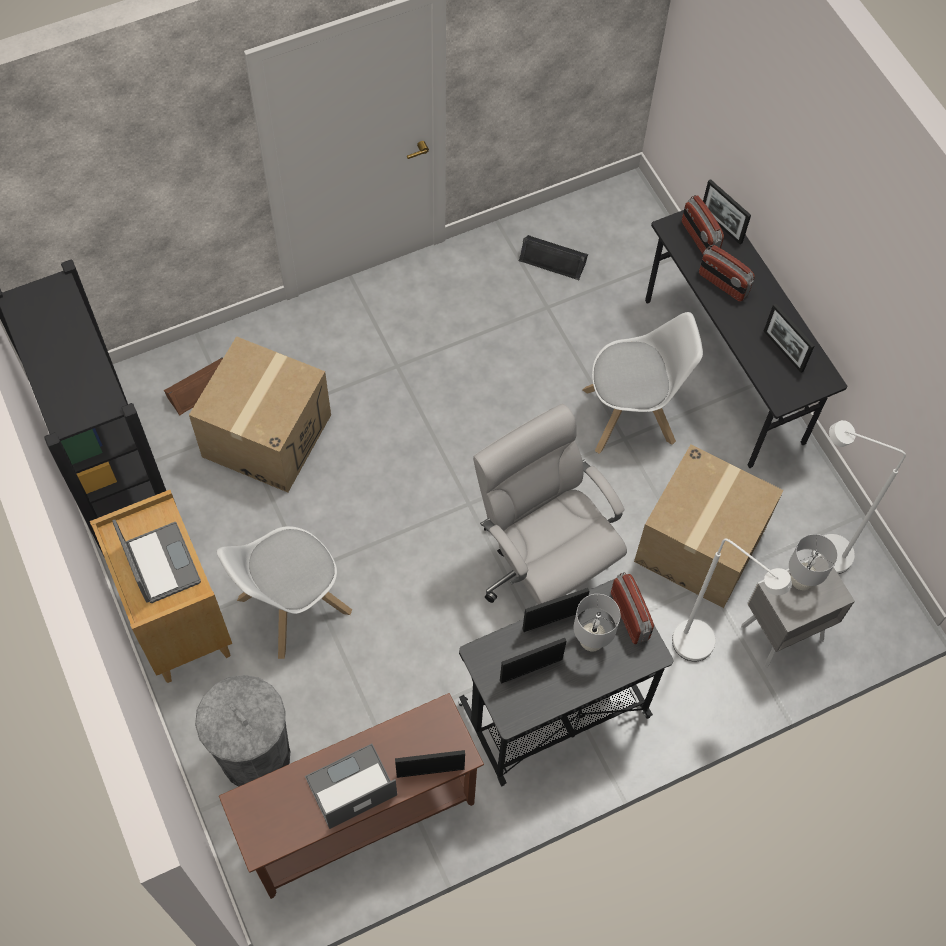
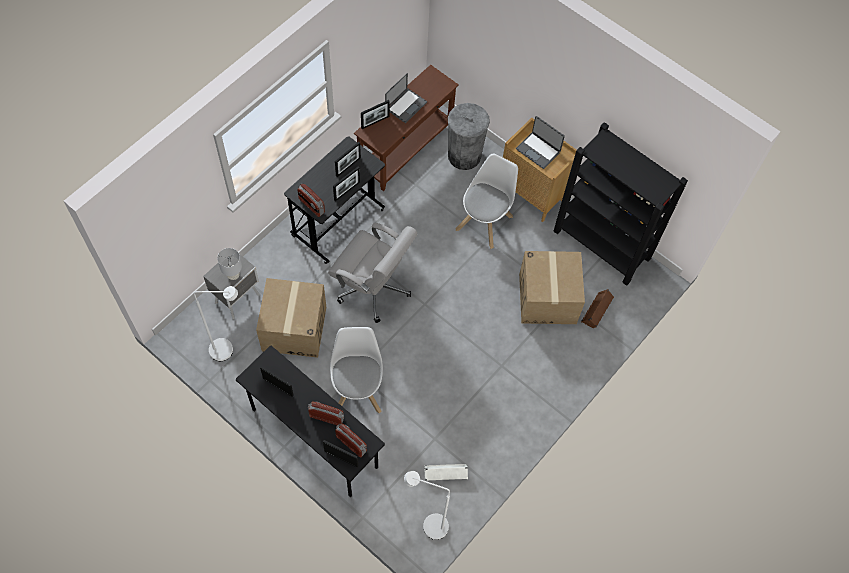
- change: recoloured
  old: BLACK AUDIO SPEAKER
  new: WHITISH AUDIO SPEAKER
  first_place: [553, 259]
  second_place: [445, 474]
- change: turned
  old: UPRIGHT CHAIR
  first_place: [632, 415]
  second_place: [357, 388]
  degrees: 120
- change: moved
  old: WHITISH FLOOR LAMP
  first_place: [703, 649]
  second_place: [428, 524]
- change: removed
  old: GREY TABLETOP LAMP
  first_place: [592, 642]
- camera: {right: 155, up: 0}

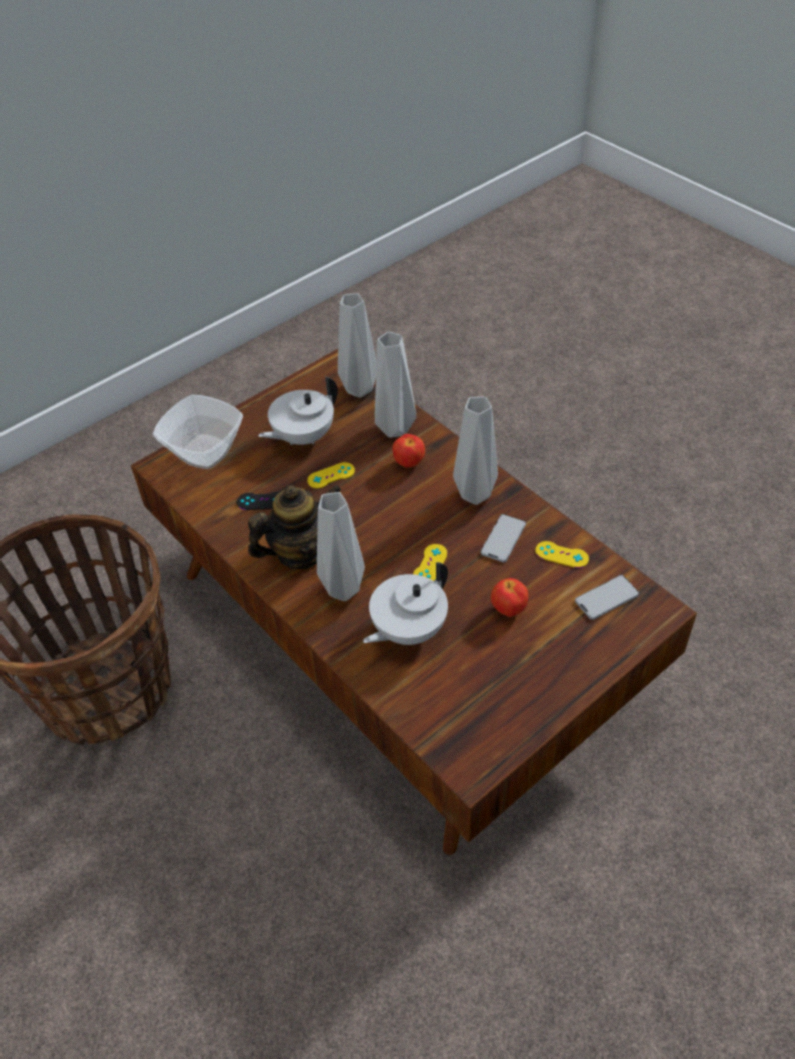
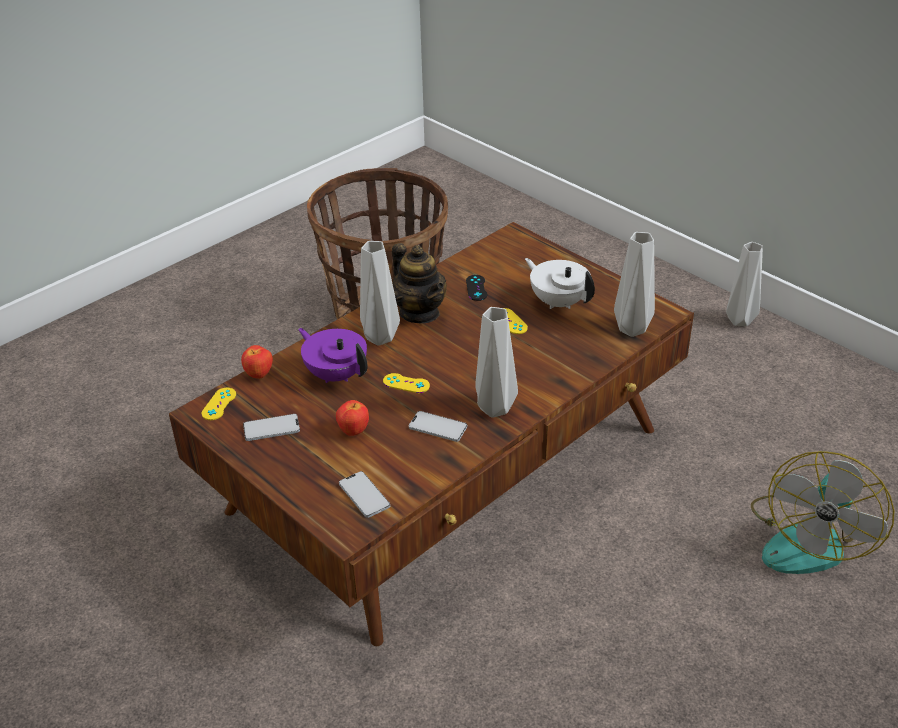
- change: moved
  old: GREY VASE
  first_place: [395, 430]
  second_place: [738, 321]
- change: removed
  old: SERVING BOWL
  first_place: [205, 453]
- change: moved
  old: APPLE FRUIT
  first_place: [409, 463]
  second_place: [259, 375]
- change: moved
  old: YELLOW JOYPAD
  first_place: [561, 555]
  second_place: [219, 404]
- change: recoloured
  old: WHITISH POT FOR TEA
  new: PURPLISH POT FOR TEA
  first_place: [408, 629]
  second_place: [336, 374]
- change: added
  new: PHONE
  second_place: [271, 428]
- change: added
  new: COOLING FAN
  second_place: [809, 538]
- camera: {right: 85, up: -10}

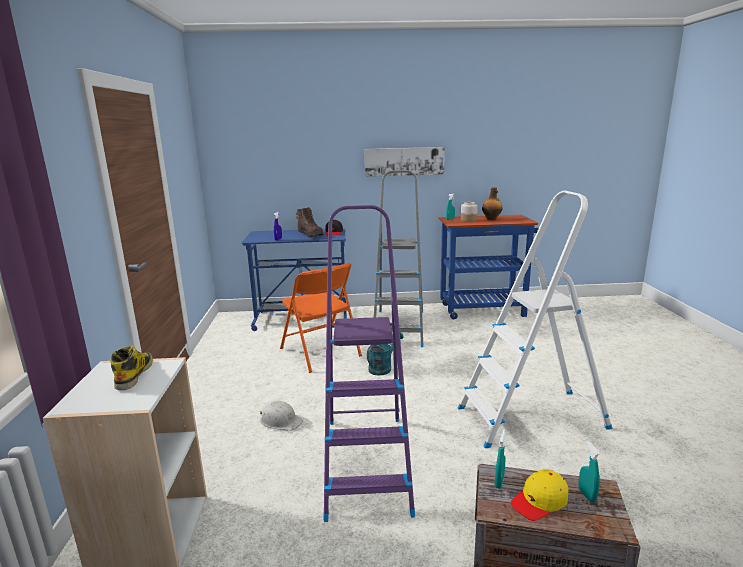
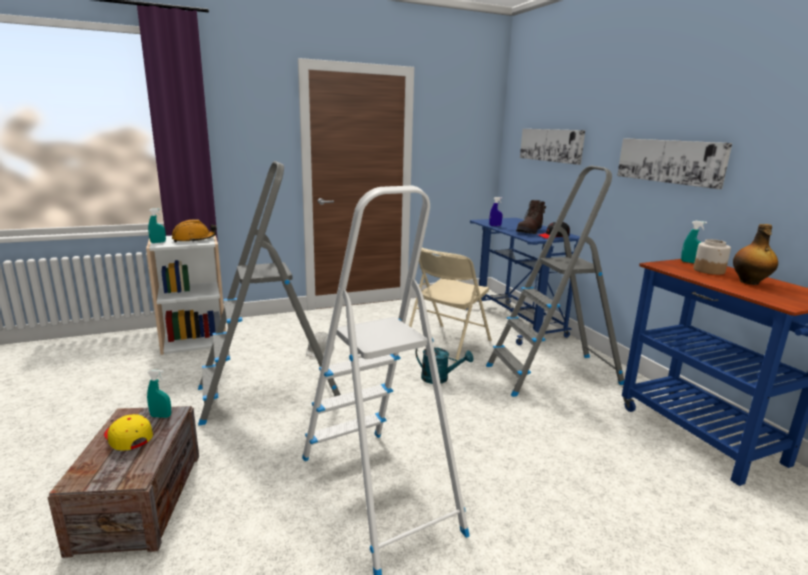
- change: recoloured
  old: PURPLISH STEP STOOL
  new: GREY STEP STOOL
  first_place: [366, 463]
  second_place: [268, 394]
- change: recoloured
  old: ORANGEY UPRIGHT CHAIR
  new: SAND-COLOURED UPRIGHT CHAIR
  first_place: [319, 352]
  second_place: [447, 343]
- change: replaced
  old: TALL BOOT
  new: ORANGEY HARD HAT
  first_place: [134, 374]
  second_place: [194, 240]
- change: moved
  old: TURQUOISE-COLOURED SPRAY BOTTLE
  first_place: [587, 495]
  second_place: [158, 242]
- change: added
  new: PICTURE
  second_place: [551, 145]
- camera: {right: 70, up: 0}

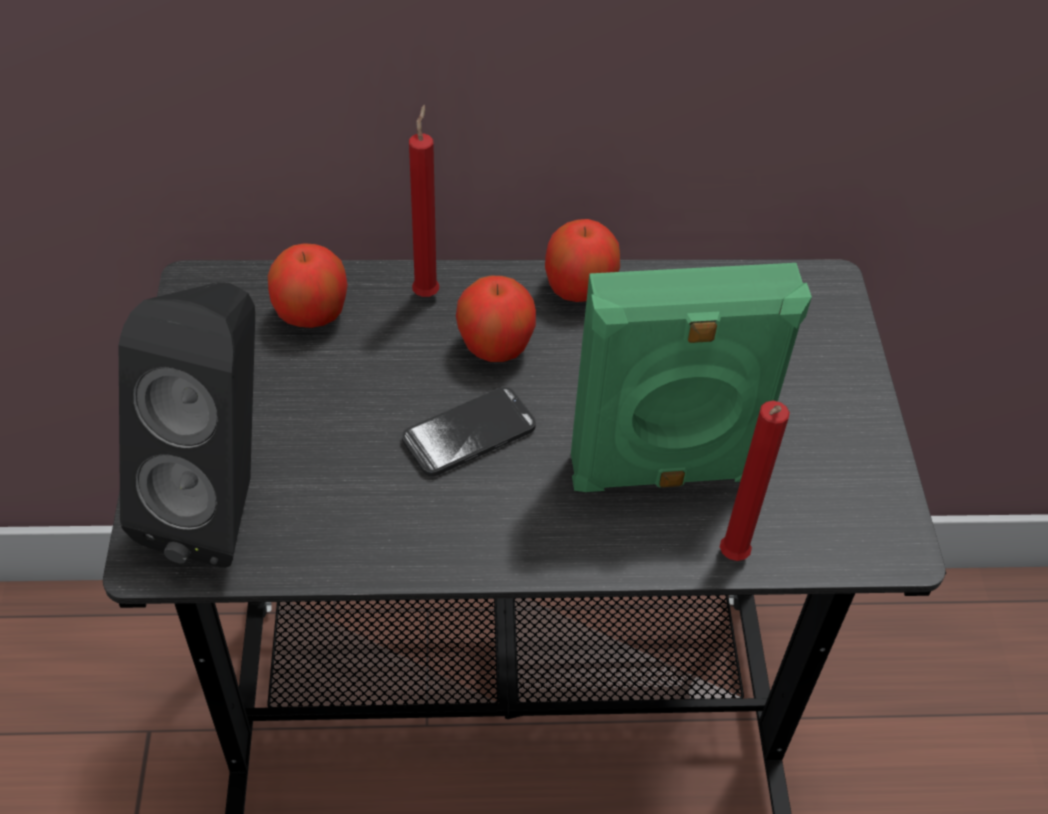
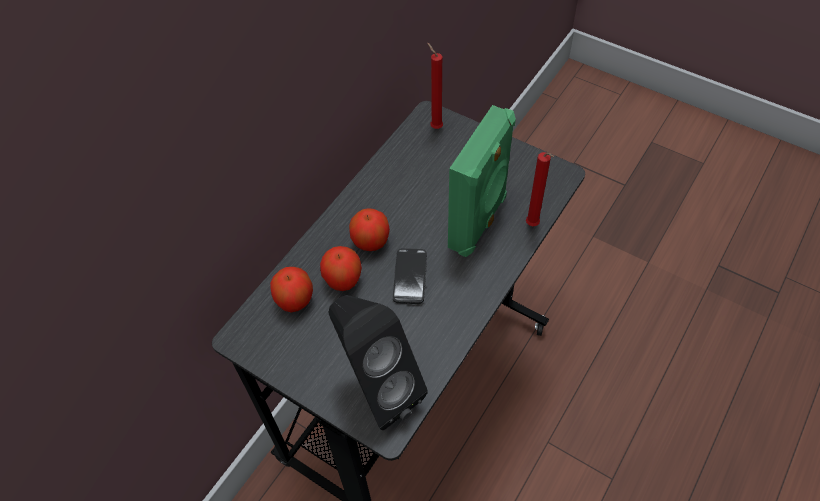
- change: moved
  old: RED-COLOURED WAX LIGHT
  first_place: [427, 292]
  second_place: [435, 127]
- change: moved
  old: APPLE FRUIT
  first_place: [579, 289]
  second_place: [343, 279]
- camera: {right: -50, up: 5}

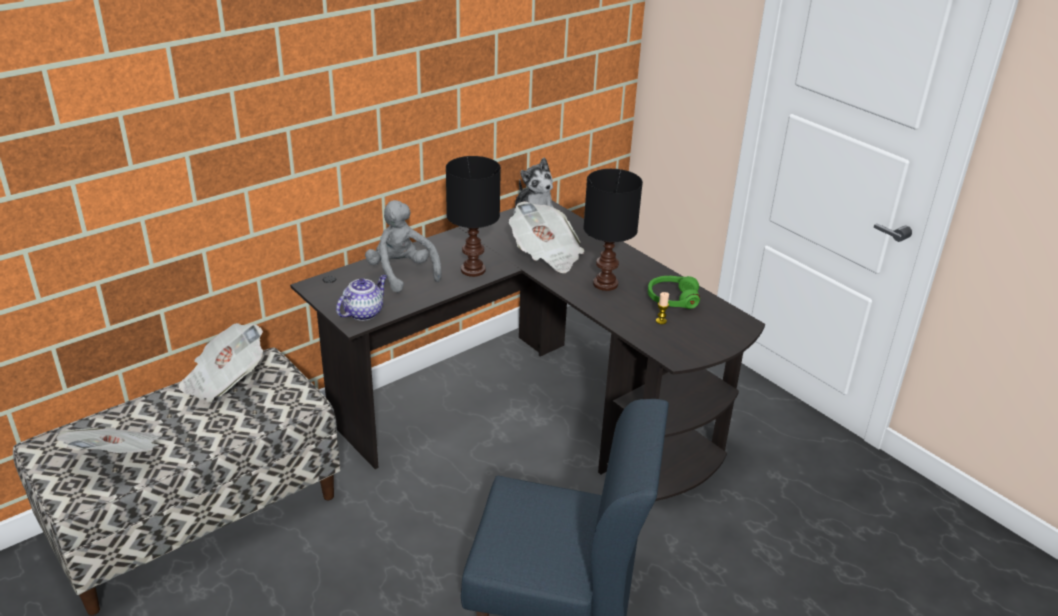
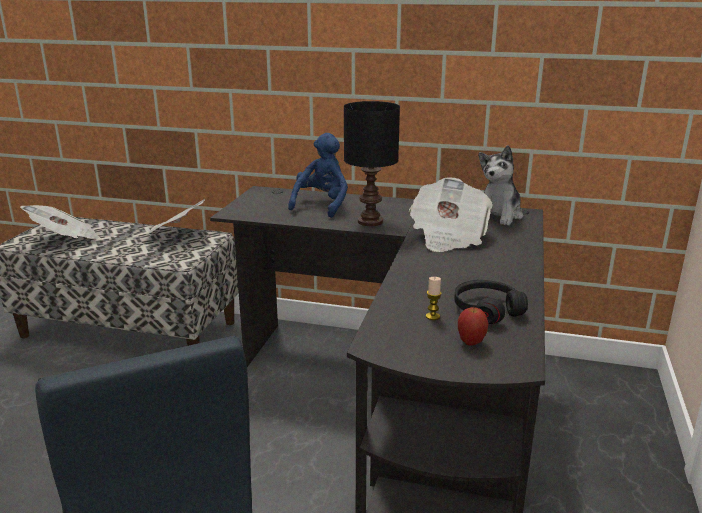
- change: removed
  old: BLACK TABLETOP LAMP
  first_place: [604, 283]
- change: recoloured
  old: GREY SOFT TOY
  new: BLUISH SOFT TOY
  first_place: [402, 273]
  second_place: [322, 205]
- change: removed
  old: POT FOR TEA
  first_place: [364, 312]
- change: recoloured
  old: GREENISH PAIR OF HEADPHONES
  new: BLACK PAIR OF HEADPHONES
  first_place: [672, 299]
  second_place: [487, 309]
- change: added
  new: APPLE FRUIT
  second_place: [471, 343]
- camera: {right: 55, up: -10}

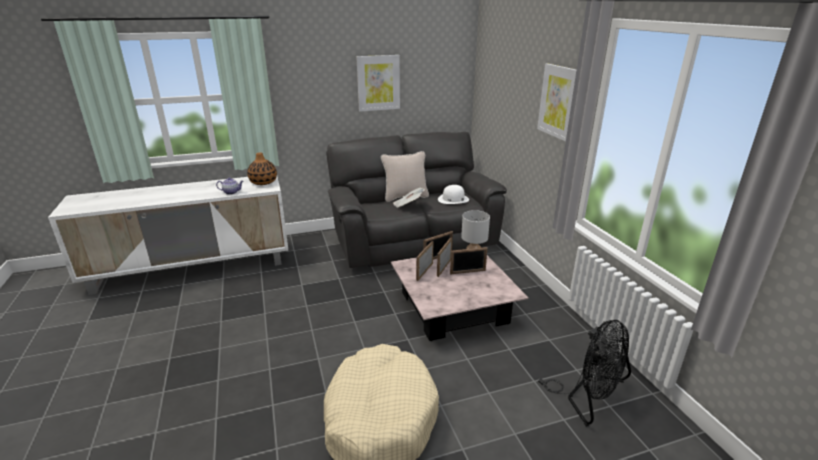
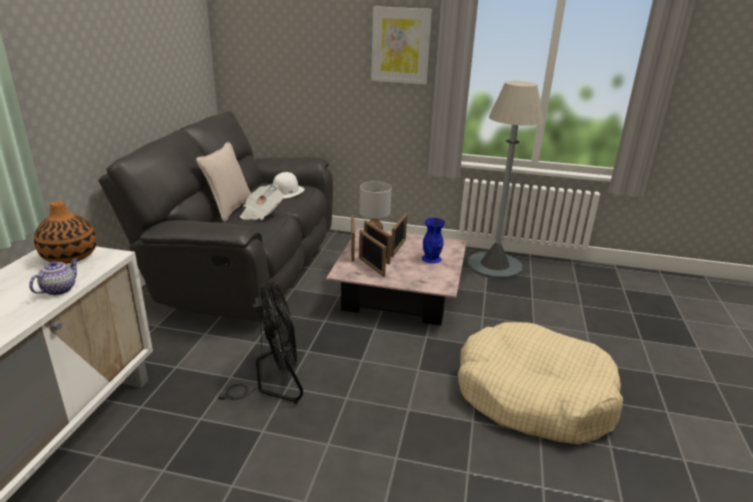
- change: removed
  old: PICTURE
  first_place: [378, 83]
- change: moved
  old: BLACK COOLING FAN
  first_place: [587, 395]
  second_place: [272, 377]
- change: added
  new: GREY FLOOR LAMP
  second_place: [494, 266]
- change: added
  new: BLUISH VASE
  second_place: [432, 258]
- camera: {right: -60, up: 0}

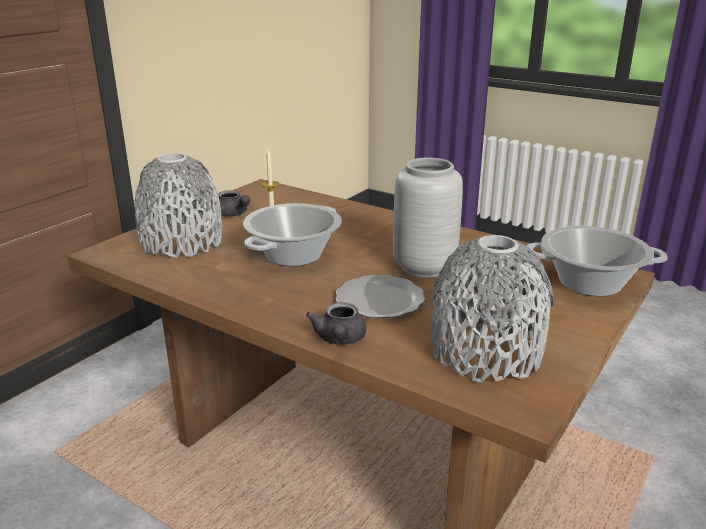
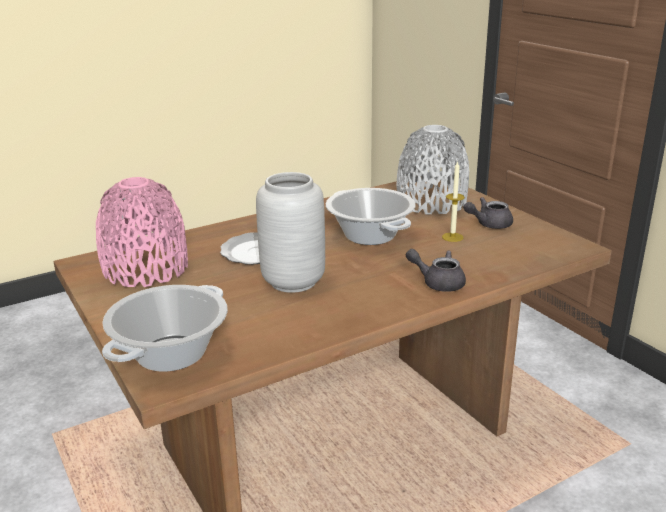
- change: recoloured
  old: GREY VASE
  new: PINK VASE
  first_place: [486, 353]
  second_place: [146, 269]
- change: moved
  old: GREY POT FOR TEA
  first_place: [340, 340]
  second_place: [438, 282]
- camera: {right: 115, up: 0}

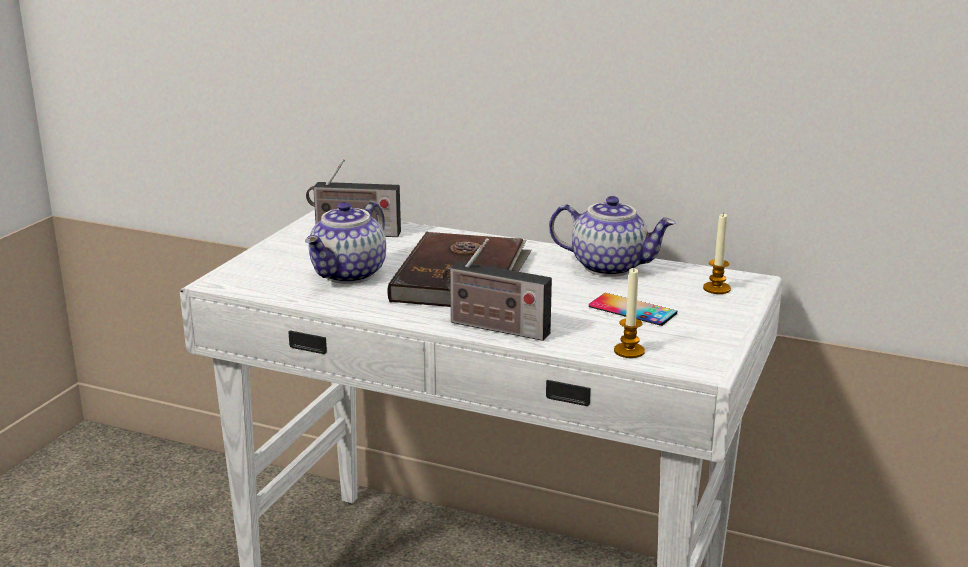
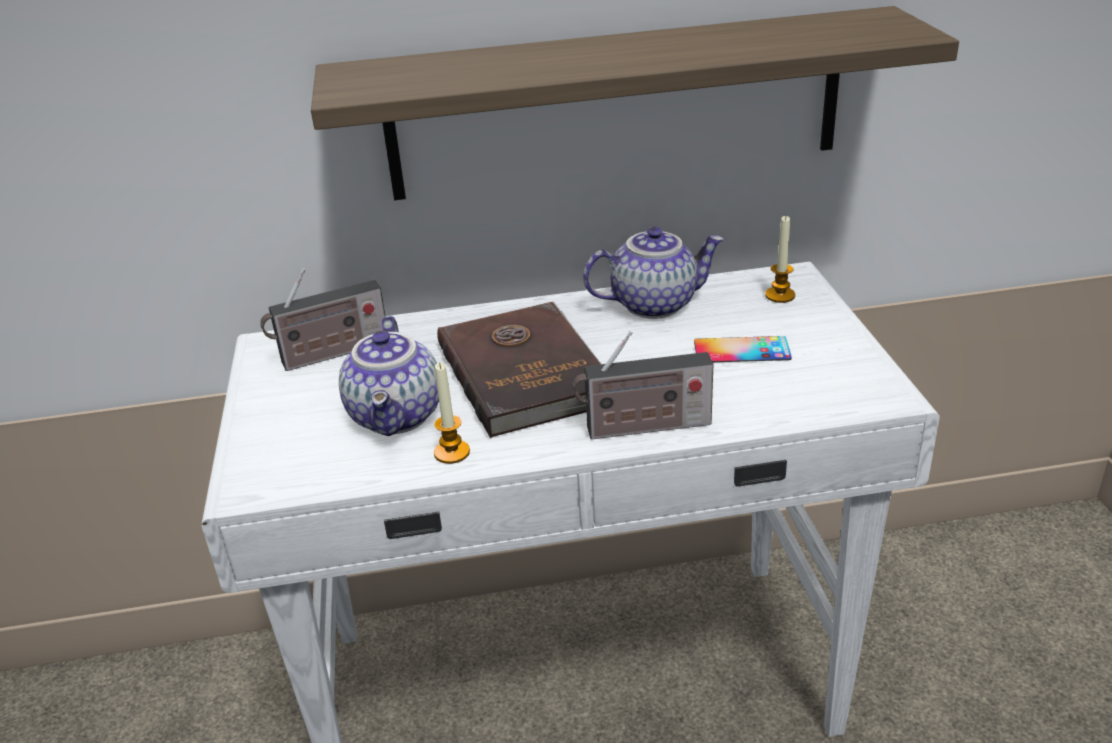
- change: moved
  old: WAX LIGHT
  first_place: [629, 351]
  second_place: [452, 452]
- change: added
  new: SHELF
  second_place: [615, 105]
- camera: {right: -30, up: 10}

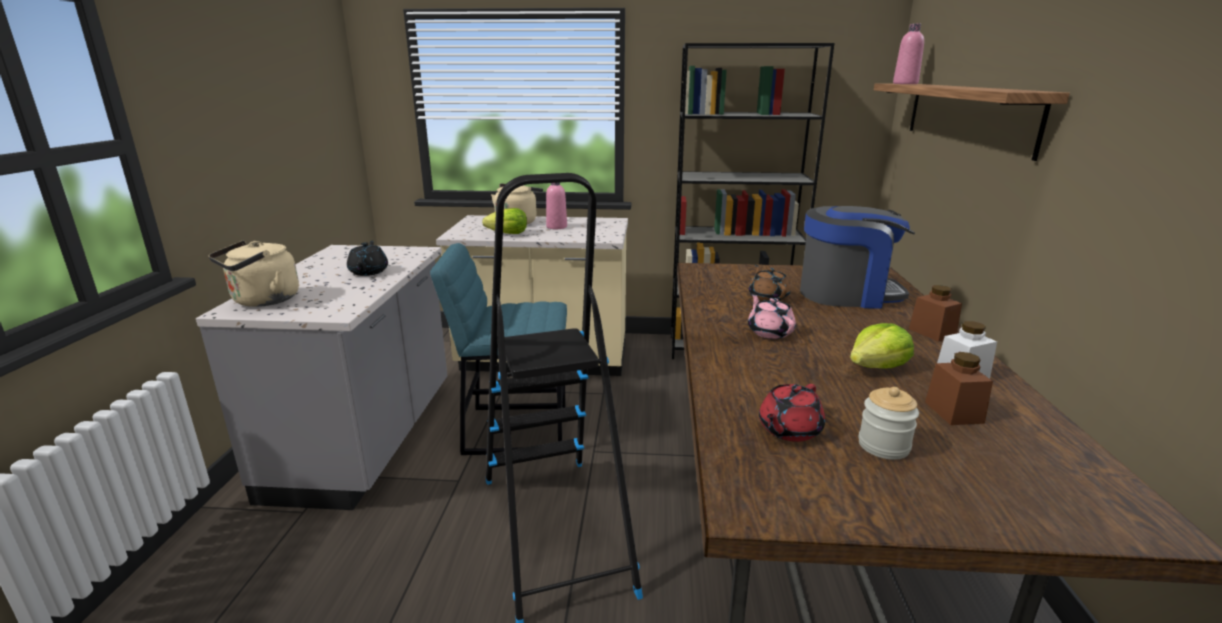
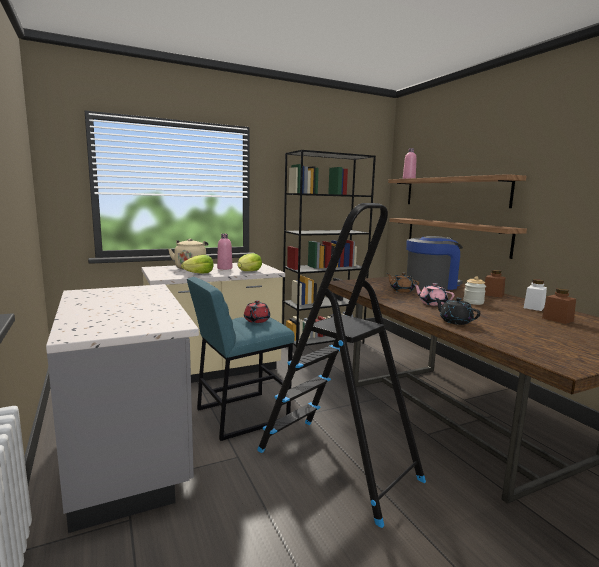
- change: removed
  old: SAND-COLOURED WATER KETTLE
  first_place: [262, 301]
- change: moved
  old: BLACK POT FOR TEA
  first_place: [369, 271]
  second_place: [455, 321]
- change: moved
  old: LETTUCE
  first_place: [877, 367]
  second_place: [249, 271]
- change: moved
  old: RED-COLOURED POT FOR TEA
  first_place: [788, 430]
  second_place: [256, 320]
- change: moved
  old: JAR
  first_place: [883, 446]
  second_place: [473, 302]
- change: added
  new: SHELF
  second_place: [455, 236]
- camera: {right: -30, up: -10}

